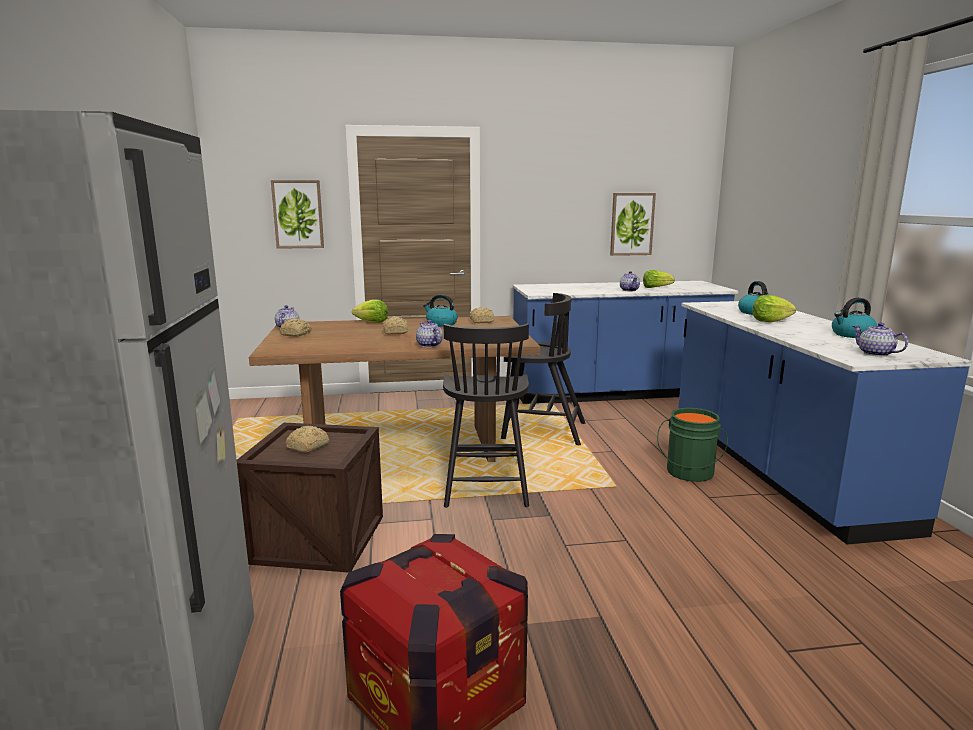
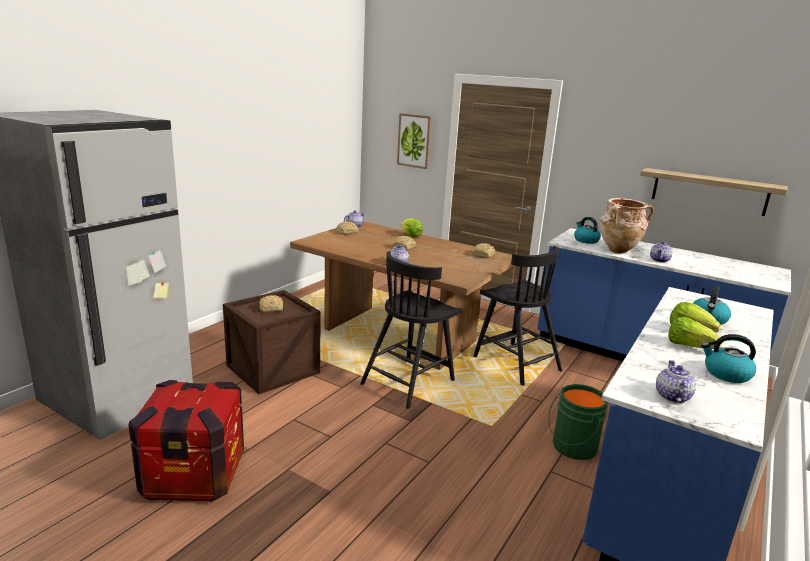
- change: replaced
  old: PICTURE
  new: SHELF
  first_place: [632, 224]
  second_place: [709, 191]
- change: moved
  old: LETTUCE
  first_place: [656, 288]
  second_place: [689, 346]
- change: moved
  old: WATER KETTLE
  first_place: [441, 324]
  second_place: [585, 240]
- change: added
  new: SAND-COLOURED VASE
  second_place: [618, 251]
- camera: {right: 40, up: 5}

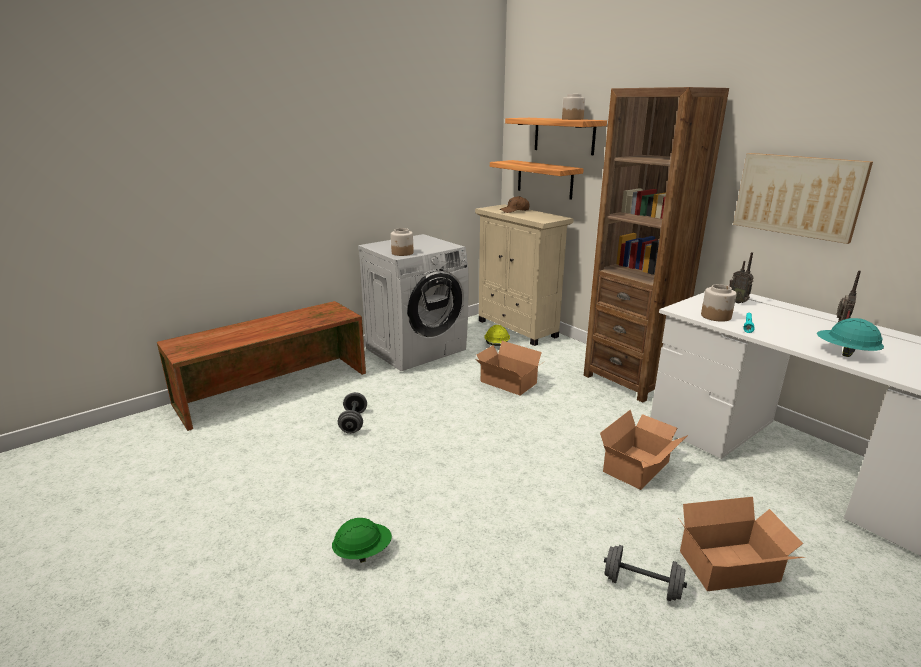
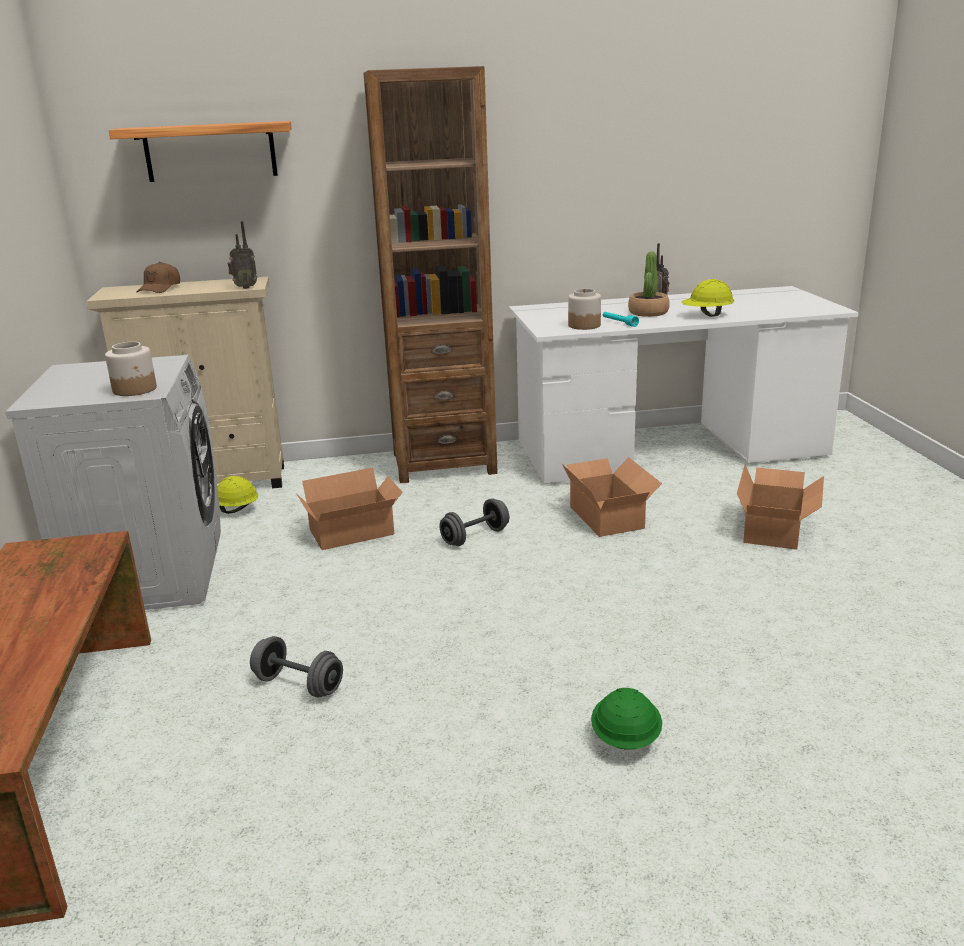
- change: removed
  old: JAR
  first_place: [572, 119]
- change: removed
  old: PICTURE
  first_place: [798, 195]
- change: removed
  old: SHELF
  first_place: [544, 179]
- change: moved
  old: RADIO SET
  first_place: [738, 301]
  second_place: [245, 287]
- change: recoloured
  old: TURQUOISE-COLOURED HARD HAT
  new: YELLOW HARD HAT
  first_place: [845, 353]
  second_place: [707, 315]
- change: moved
  old: GREY HAND WEIGHT
  first_place: [641, 586]
  second_place: [475, 537]
- change: added
  new: HOUSEPLANT
  second_place: [648, 313]
- camera: {right: -60, up: 0}

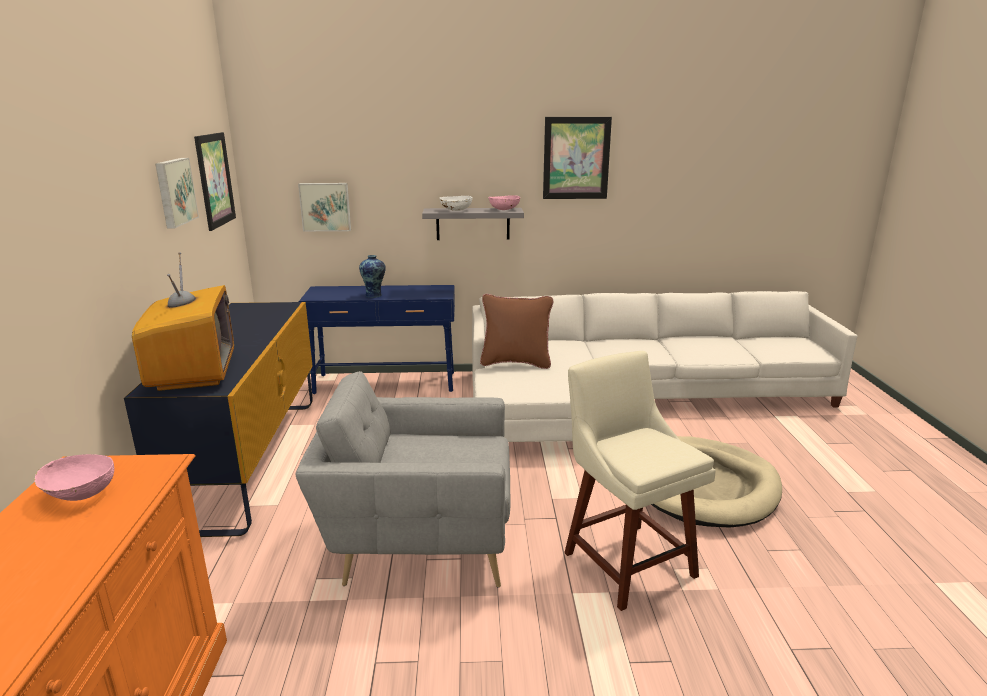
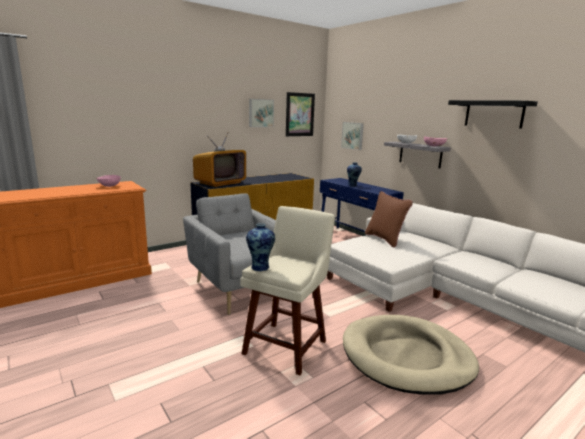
- change: replaced
  old: PICTURE
  new: BLACK SHELF
  first_place: [576, 158]
  second_place: [494, 114]
- change: added
  new: VASE
  second_place: [260, 267]
- camera: {right: 55, up: -5}

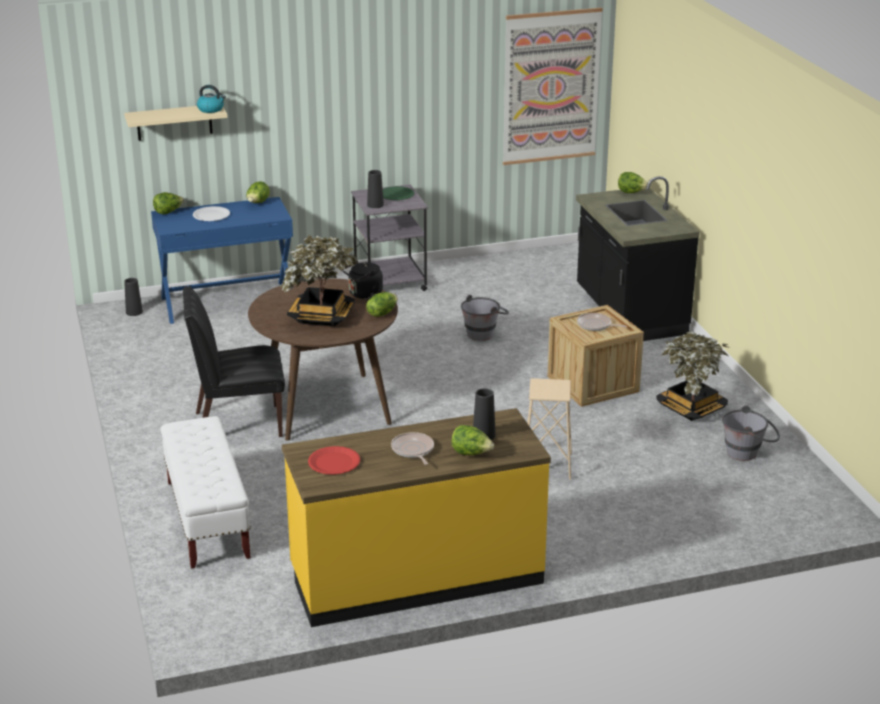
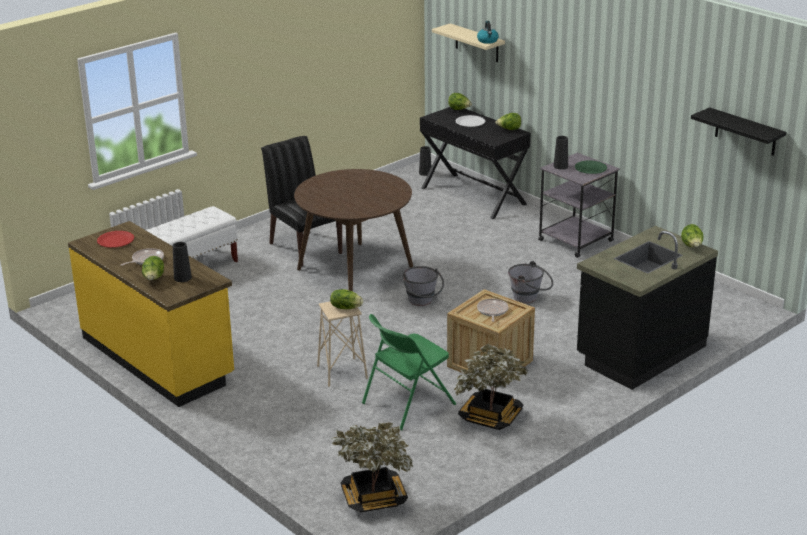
- change: replaced
  old: PICTURE
  new: BLACK SHELF
  first_place: [551, 87]
  second_place: [745, 132]
- change: recoloured
  old: BLUISH NARROW TABLE
  new: BLACK NARROW TABLE
  first_place: [227, 302]
  second_place: [473, 196]
- change: moved
  old: HOUSEPLANT
  first_place: [321, 317]
  second_place: [374, 499]
- change: removed
  old: BLACK WATER KETTLE
  first_place: [364, 294]
- change: moved
  old: LETTUCE
  first_place: [381, 313]
  second_place: [346, 307]
- change: moved
  old: GREY PAIL
  first_place: [748, 453]
  second_place: [422, 302]
- change: added
  new: GREENISH UPRIGHT CHAIR
  second_place: [408, 403]
- camera: {right: 65, up: 0}

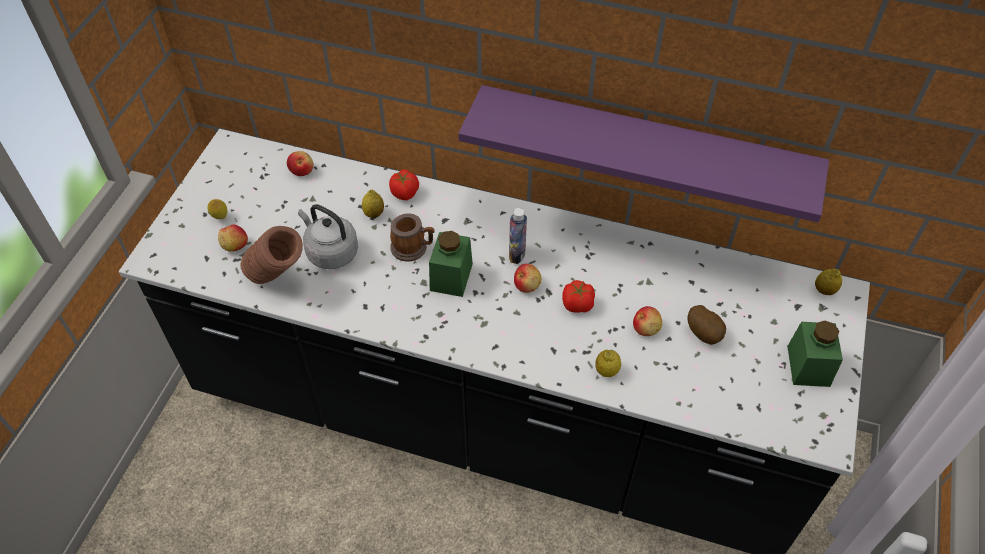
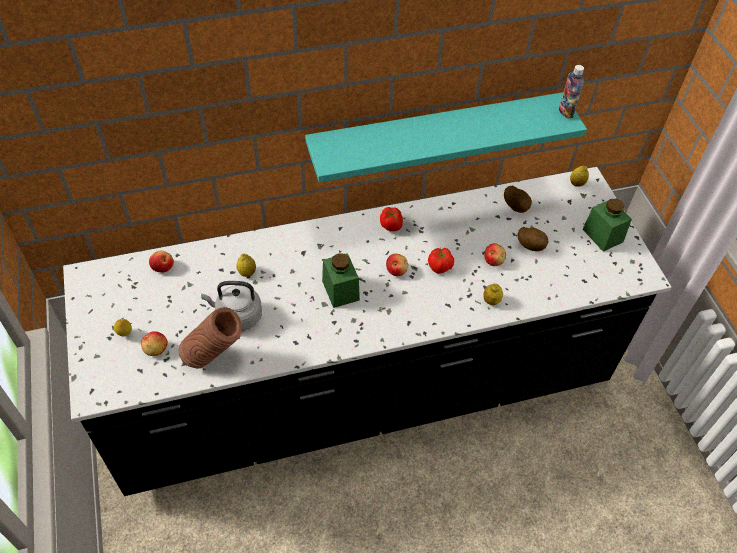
- change: recoloured
  old: PURPLISH SHELF
  new: TURQUOISE-COLOURED SHELF
  first_place: [643, 150]
  second_place: [435, 137]
- change: moved
  old: FRESH TOMATO
  first_place: [405, 193]
  second_place: [391, 225]
- change: moved
  old: BOTTLE
  first_place: [517, 254]
  second_place: [566, 112]
- change: removed
  old: MUG
  first_place: [413, 248]
- change: added
  new: WHOLE POTATO
  second_place: [516, 207]
- camera: {right: -35, up: 0}

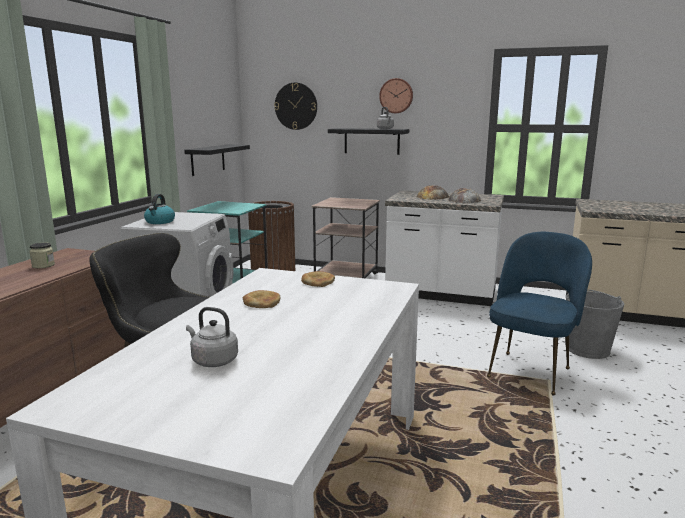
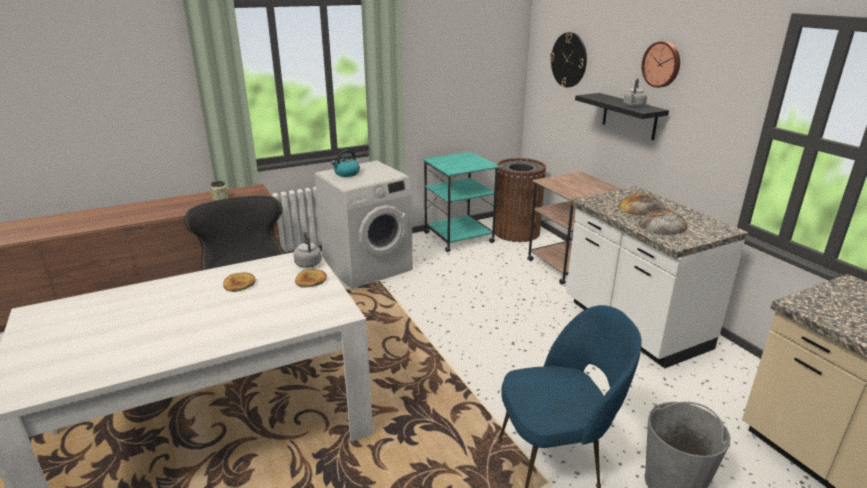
- change: removed
  old: BLACK SHELF
  first_place: [208, 159]
- change: moved
  old: GREY WATER KETTLE
  first_place: [213, 360]
  second_place: [308, 263]
- camera: {right: 45, up: 10}

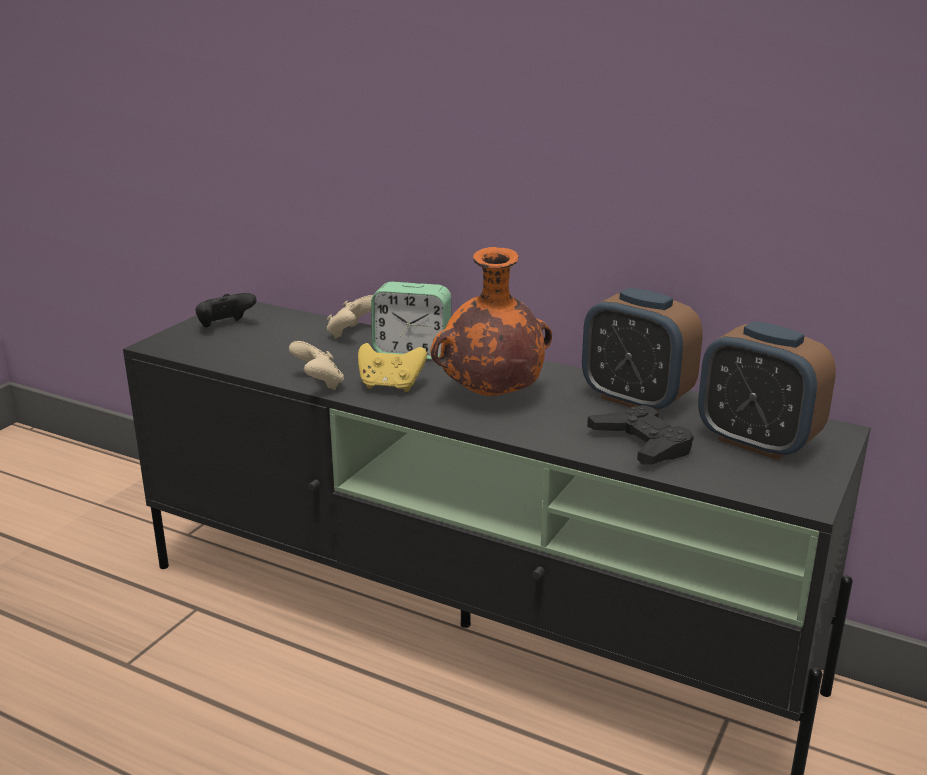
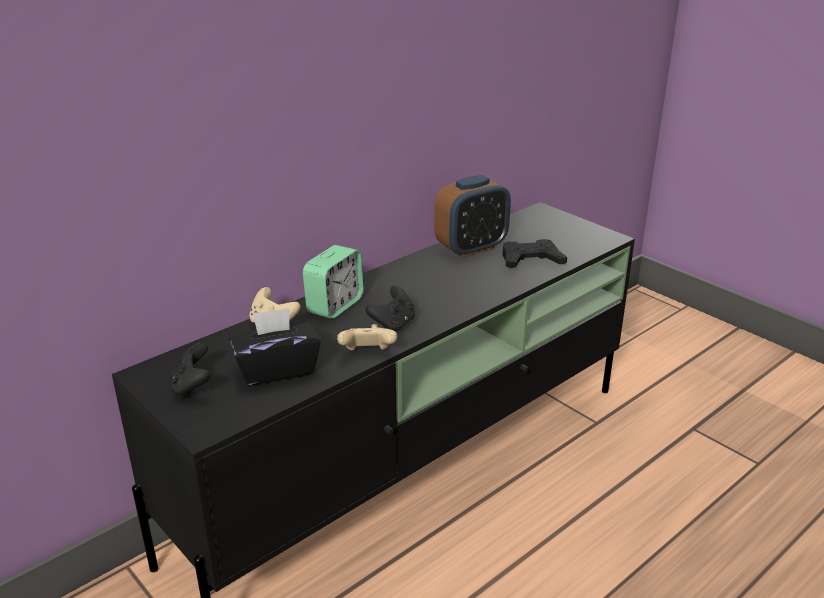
- change: removed
  old: ORANGEY VASE
  first_place: [490, 396]
- change: removed
  old: ALARM CLOCK
  first_place: [757, 442]
- change: recoloured
  old: YELLOW JOYPAD
  new: BLACK JOYPAD
  first_place: [390, 386]
  second_place: [393, 324]
- change: added
  new: BLACK BOX OF TISSUES
  second_place: [277, 369]
- camera: {right: -70, up: 5}

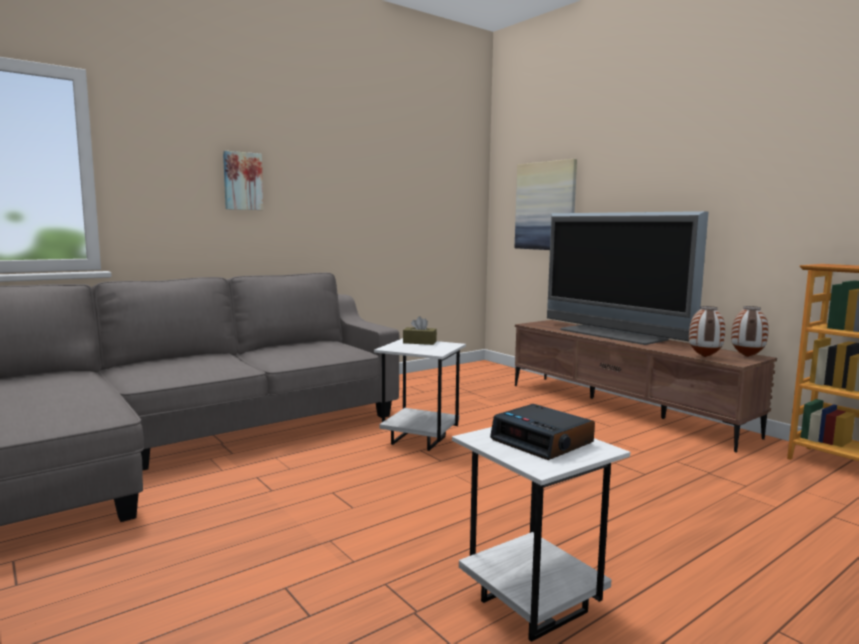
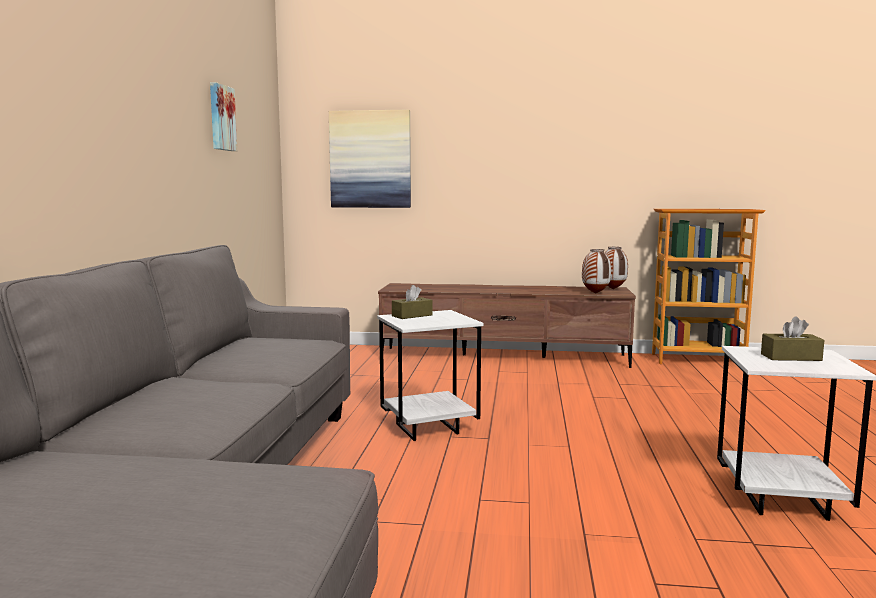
- change: moved
  old: PICTURE
  first_place: [242, 181]
  second_place: [221, 118]
- change: removed
  old: TELEVISION
  first_place: [612, 334]
- change: replaced
  old: ALARM CLOCK
  new: BROWN-COLOURED BOX OF TISSUES
  first_place: [543, 441]
  second_place: [791, 357]
- camera: {right: -45, up: 0}

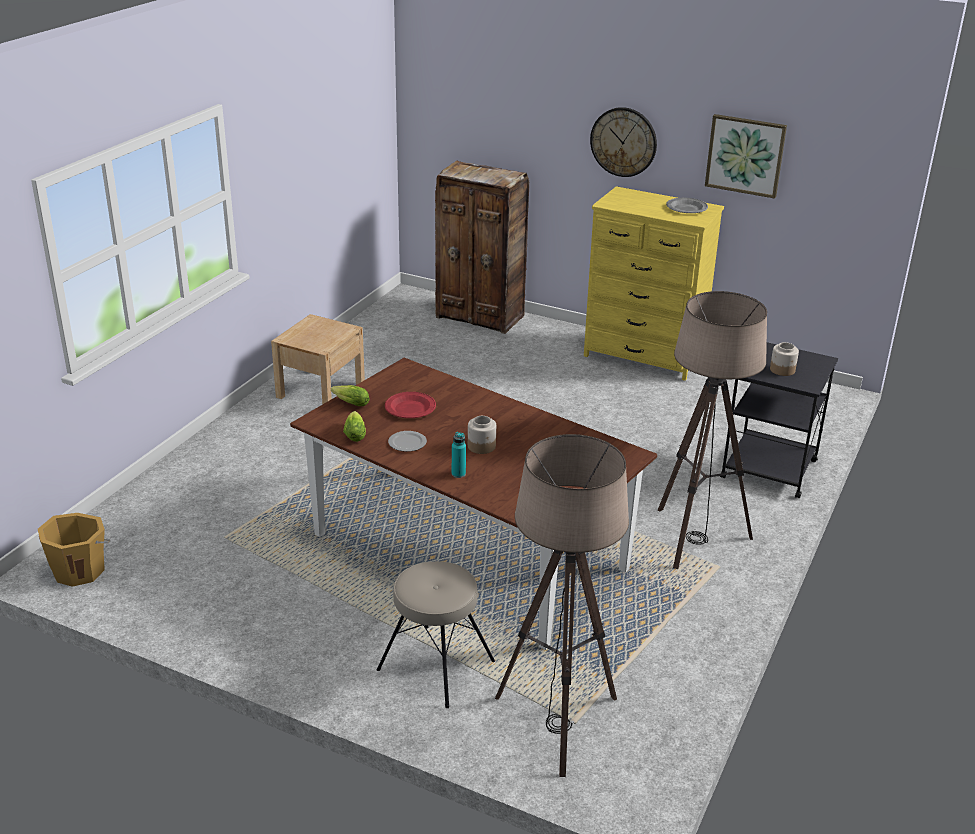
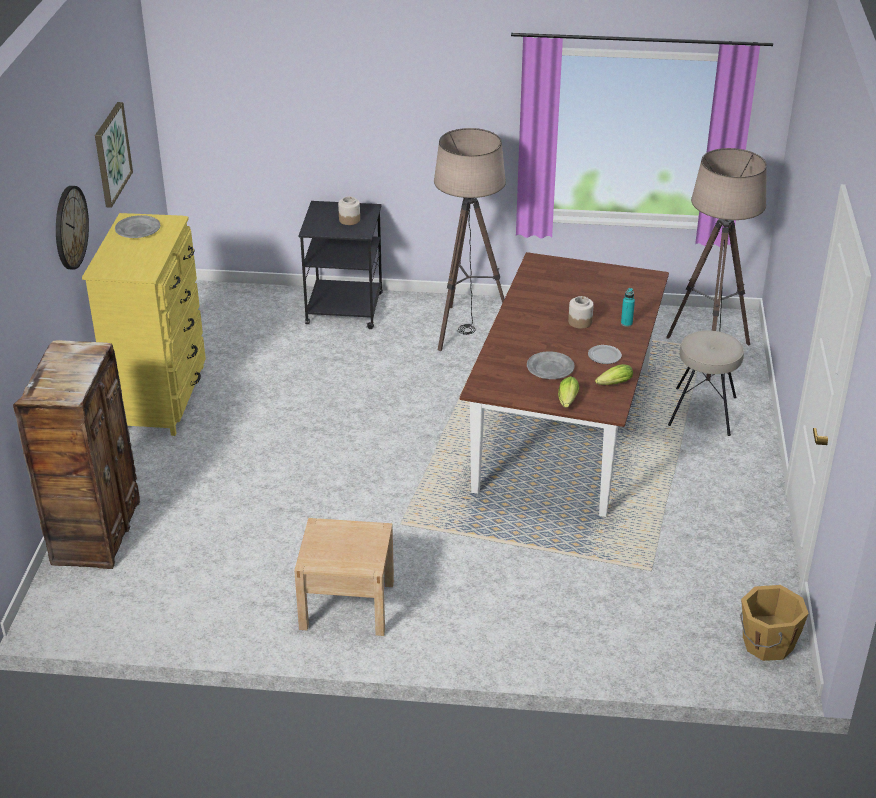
- change: recoloured
  old: RED-COLOURED FLAT DISH
  new: GREY FLAT DISH
  first_place: [410, 408]
  second_place: [550, 368]
- camera: {right: -110, up: 5}

